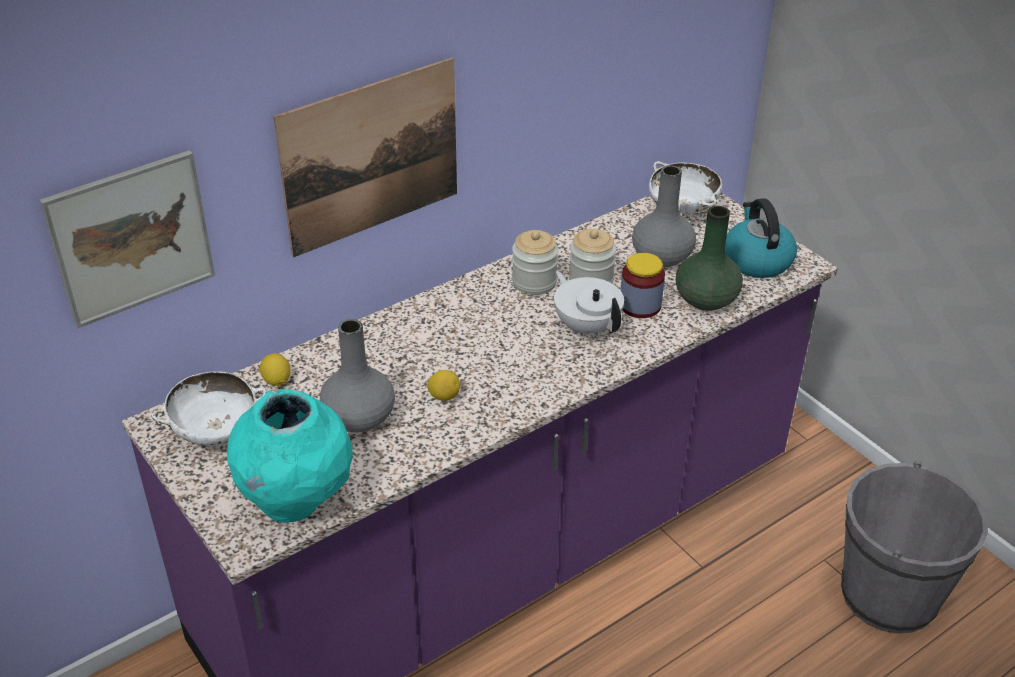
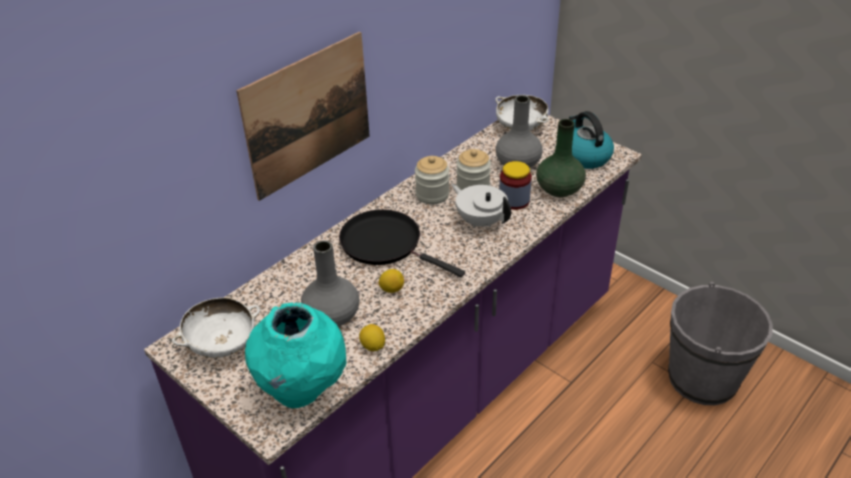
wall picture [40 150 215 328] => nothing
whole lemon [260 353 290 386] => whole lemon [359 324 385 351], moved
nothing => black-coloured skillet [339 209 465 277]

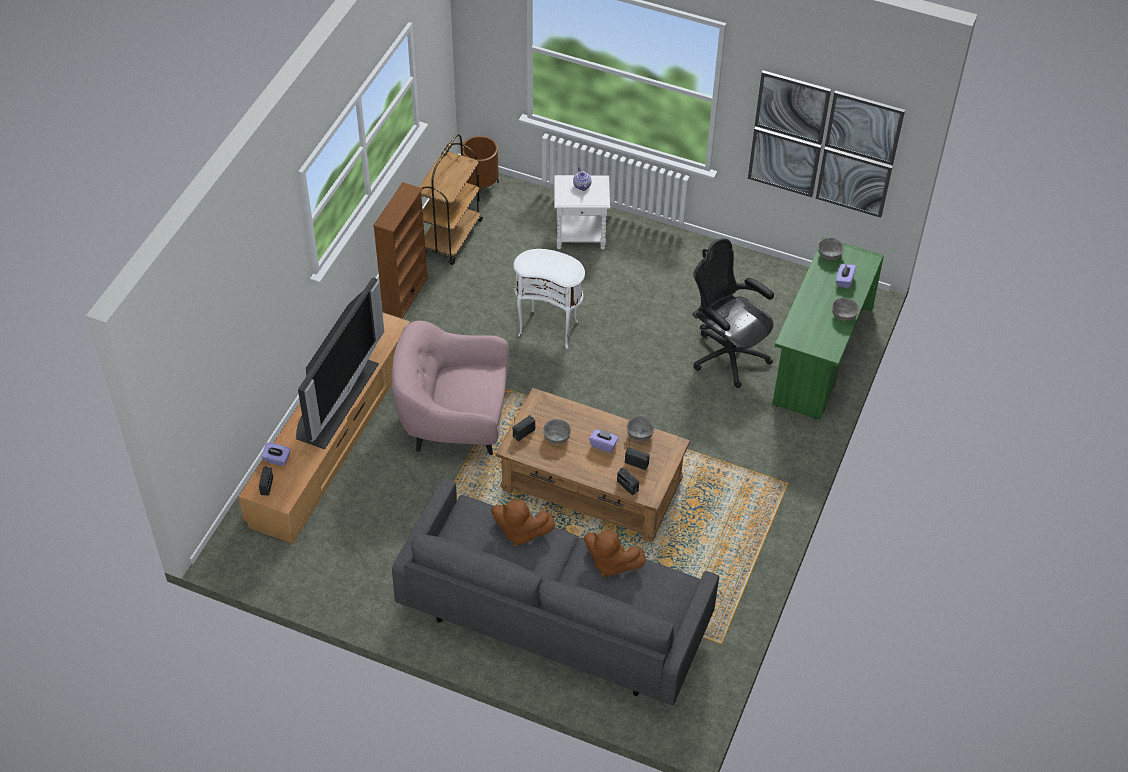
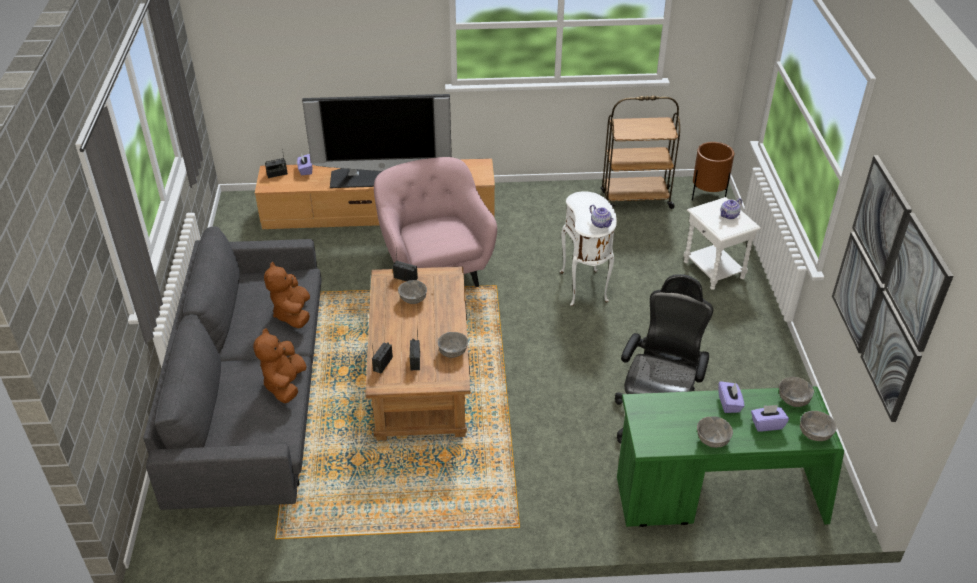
brown-coloured shelving unit [373 182 429 319] => nothing
purple-coloured tissue holder [589 429 619 453] => purple-coloured tissue holder [718 381 745 413], moved
nothing => teapot [590 205 614 228]
nothing => greyish deep dish [800 411 837 441]

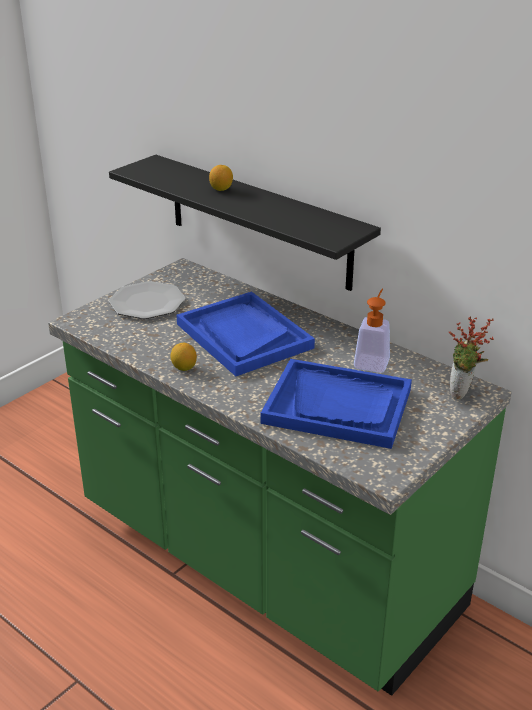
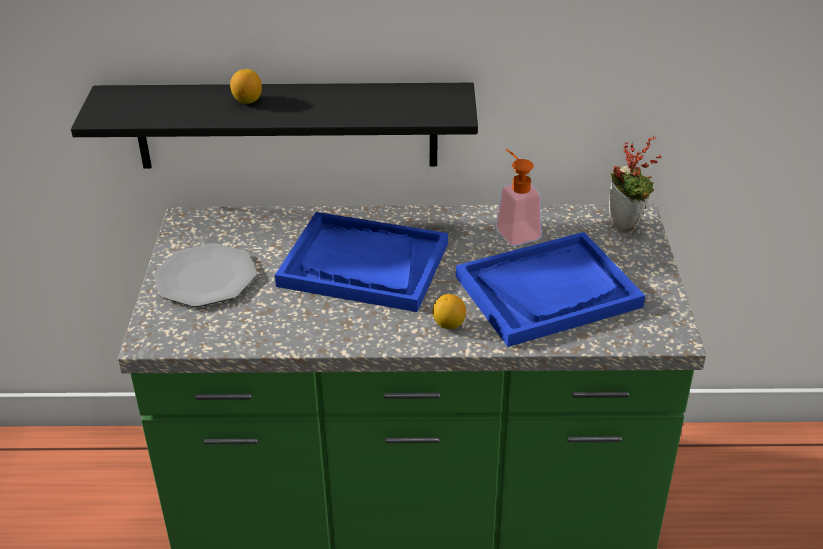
whole lemon [171 343 197 371] => whole lemon [433 294 466 329], moved

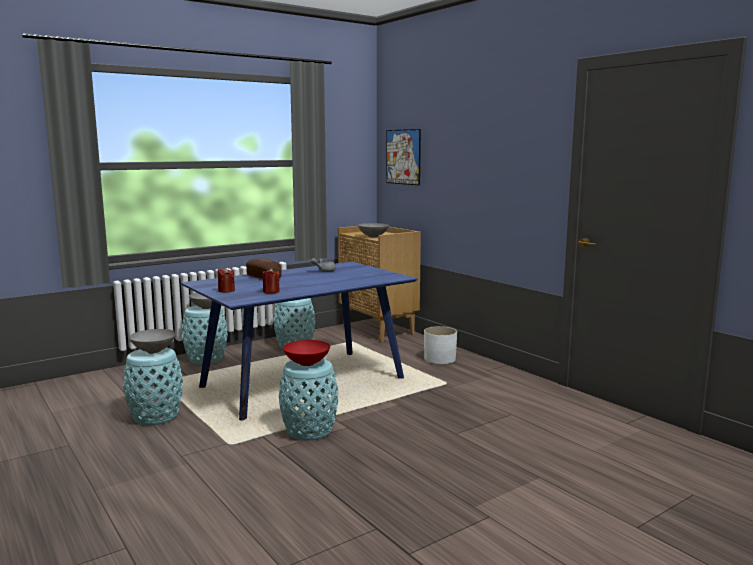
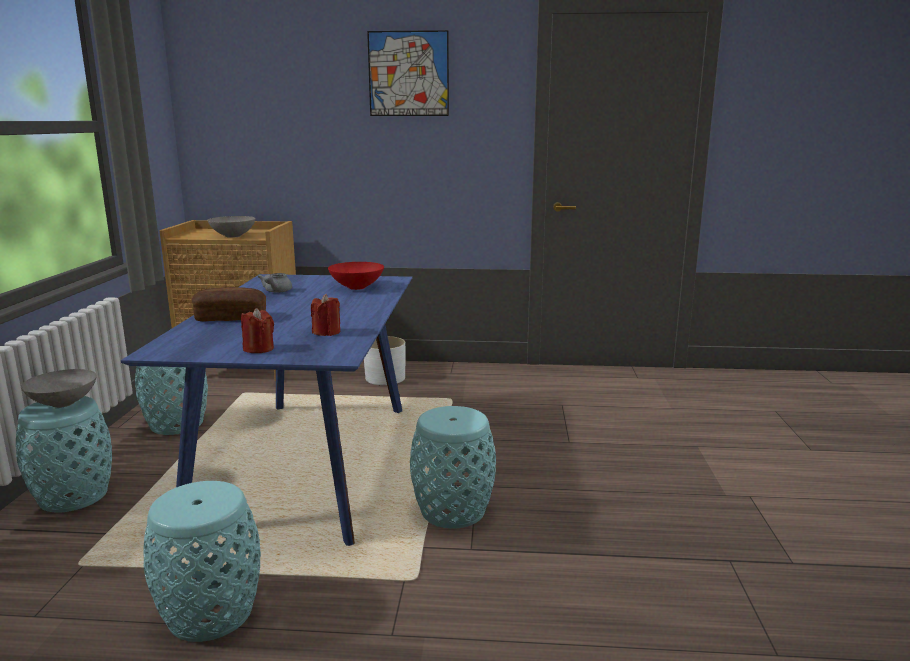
greyish deep dish [129 329 176 353] => nothing
reddish deep dish [283 340 330 366] => reddish deep dish [328 262 384 290], moved
wall picture [386 129 421 185] => wall picture [367 30 449 116], moved

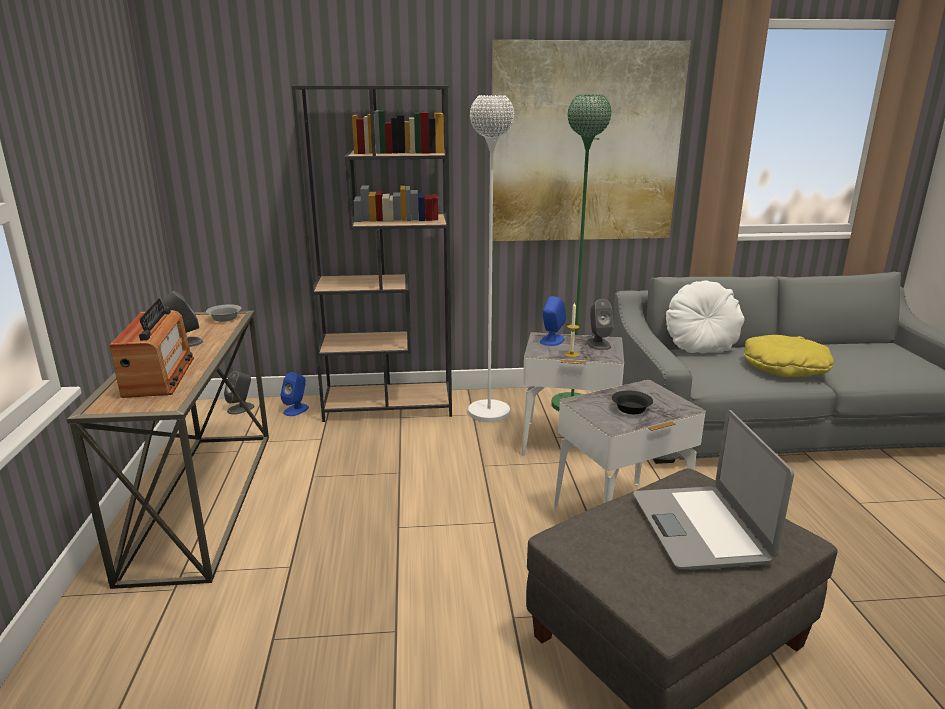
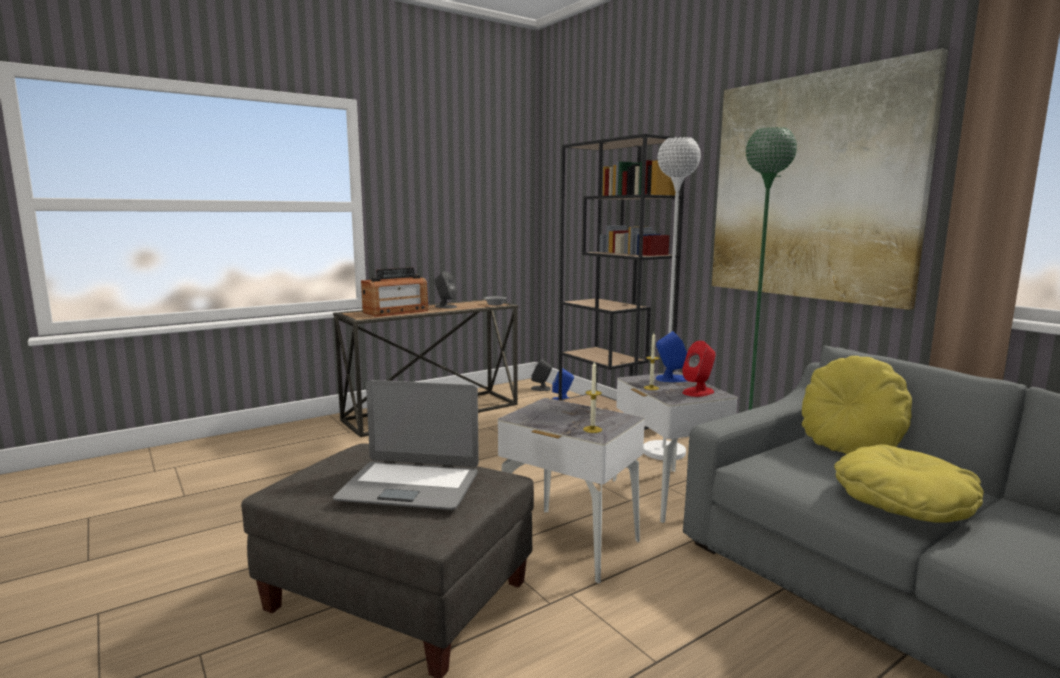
greyish audio speaker [587 299 613 350] => reddish audio speaker [682 341 715 397]
black-coloured deep dish [612 390 653 414] => nothing
notebook computer [633 410 794 570] => notebook computer [333 380 479 510], 135 degrees counterclockwise
whitish throw pillow [666 280 745 354] => yellowish throw pillow [802 356 912 454]
nothing => candle [583 362 602 433]

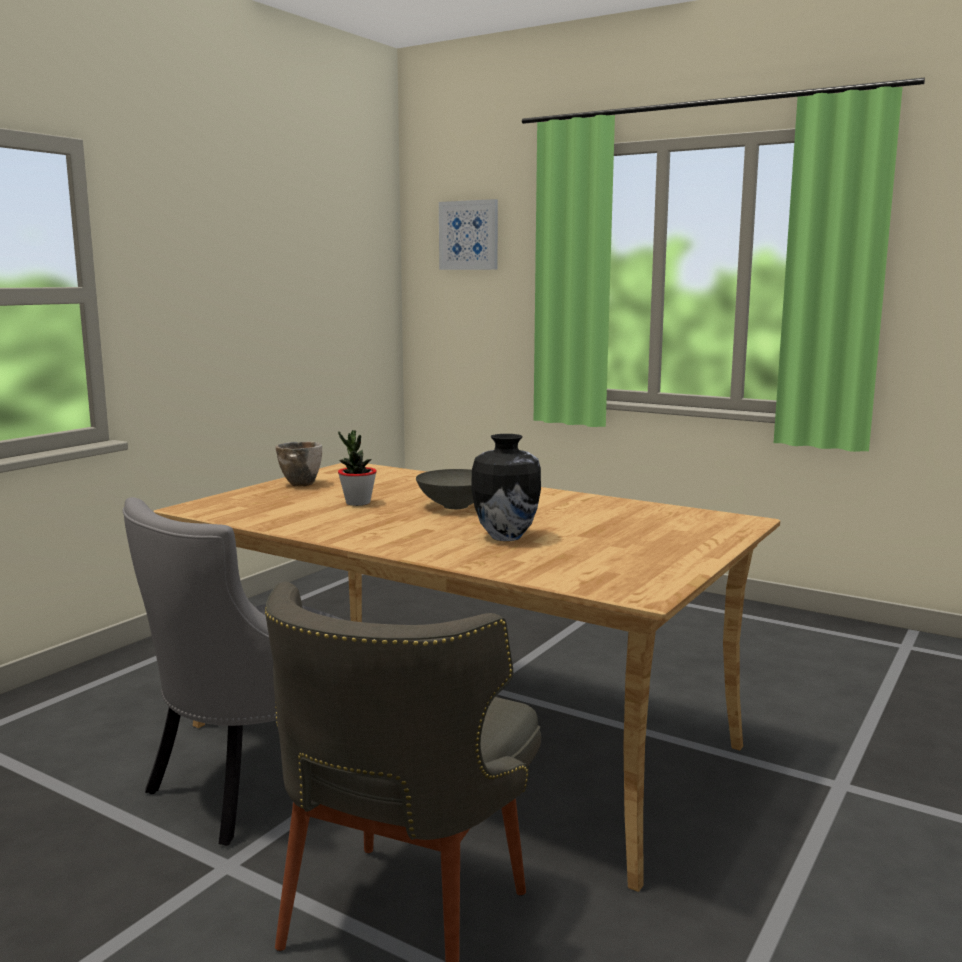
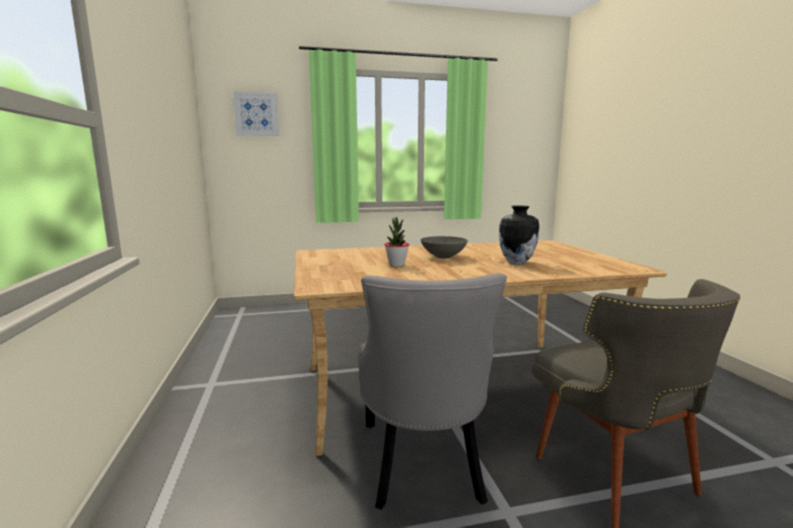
deep dish [276 441 322 486] => nothing

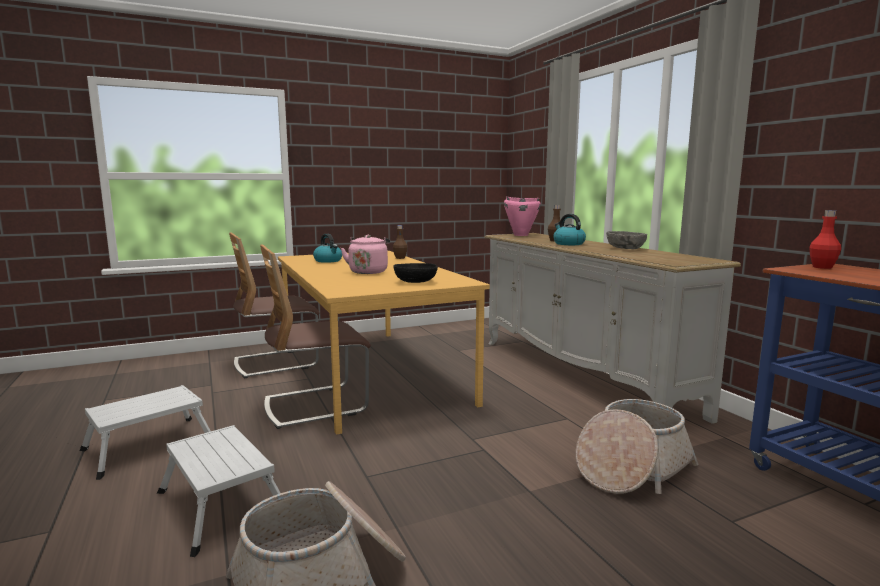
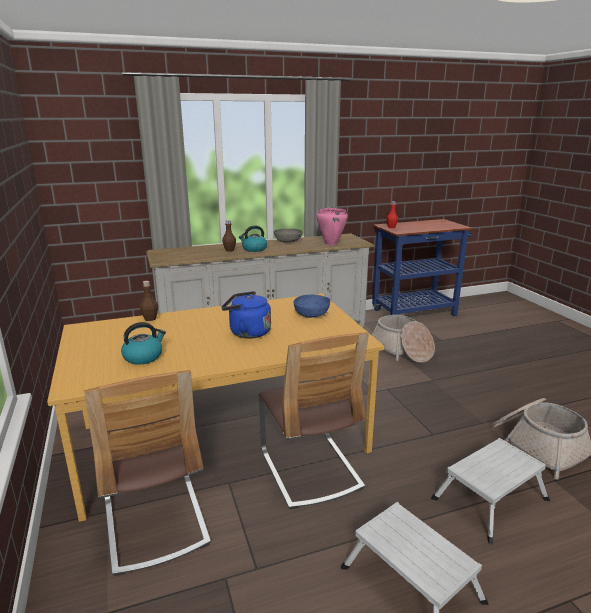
pinkish tea kettle [341 235 390 274] => blue-coloured tea kettle [221 291 271 339]
black-coloured deep dish [393 263 438 283] => blue-coloured deep dish [293 295 330 318]
pinkish stockpot [504 196 541 236] => pinkish stockpot [316 208 348 245], moved

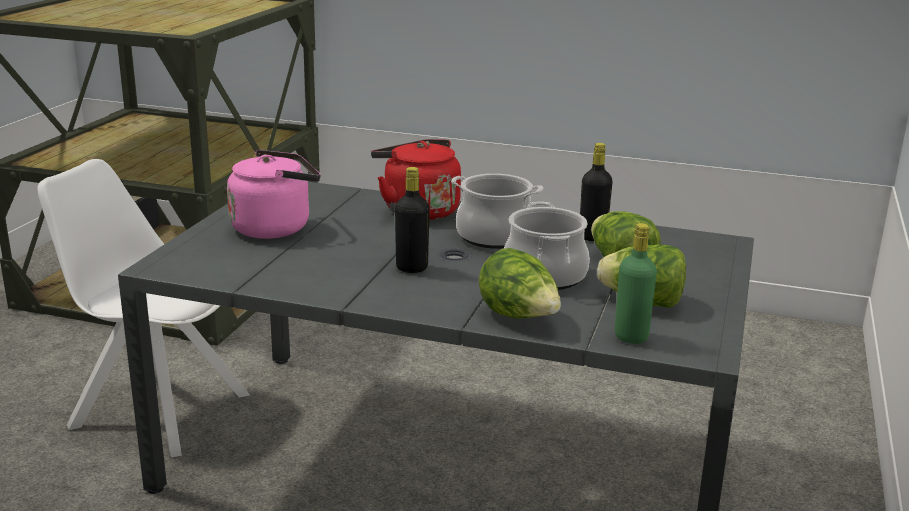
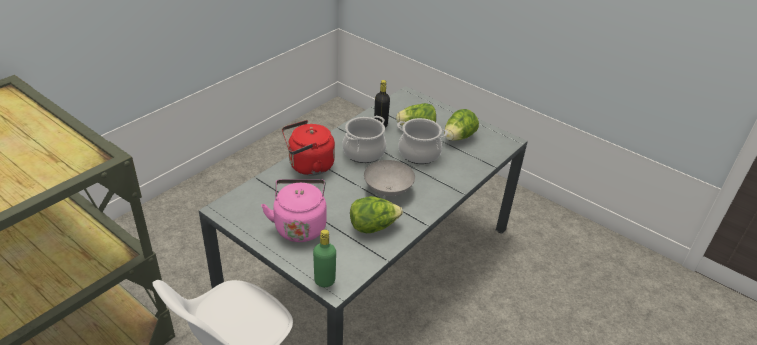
black-coloured beverage bottle [395 167 430 273] => greyish deep dish [364 160 415 196]
head of lettuce [479 248 561 319] => head of lettuce [350 196 403 233], moved
green-coloured beverage bottle [615 223 657 344] => green-coloured beverage bottle [313 229 336 287], moved

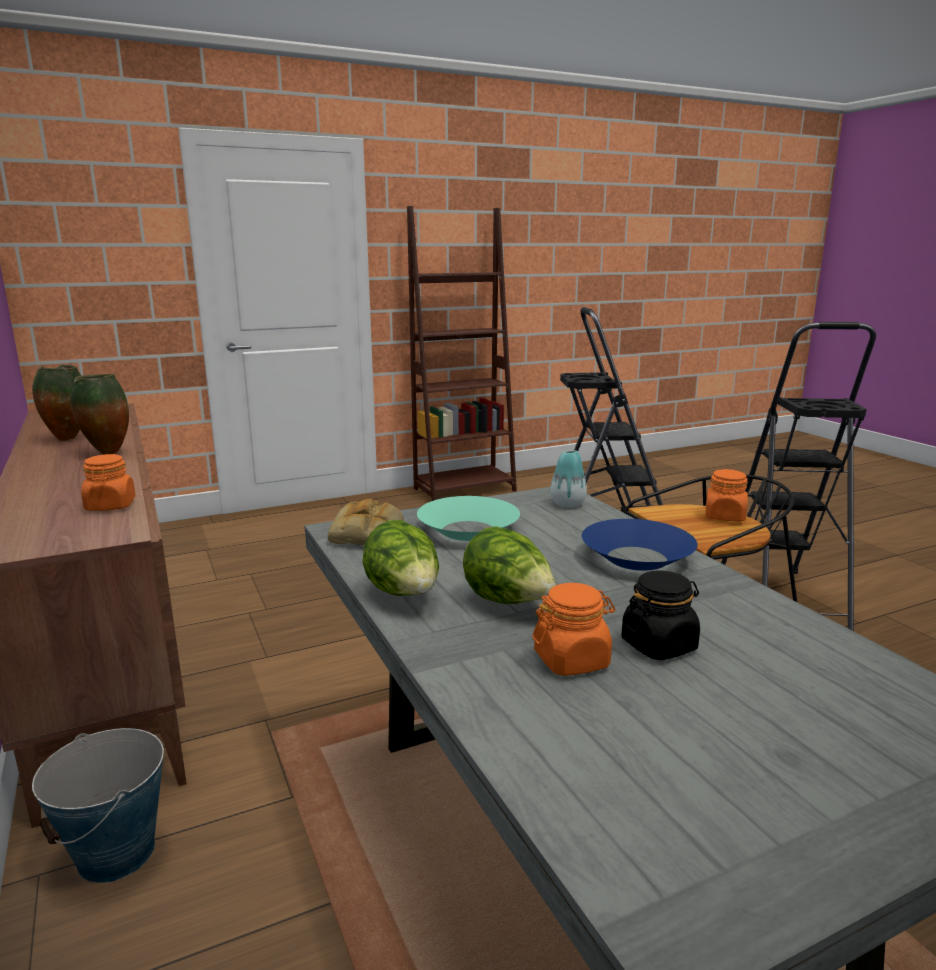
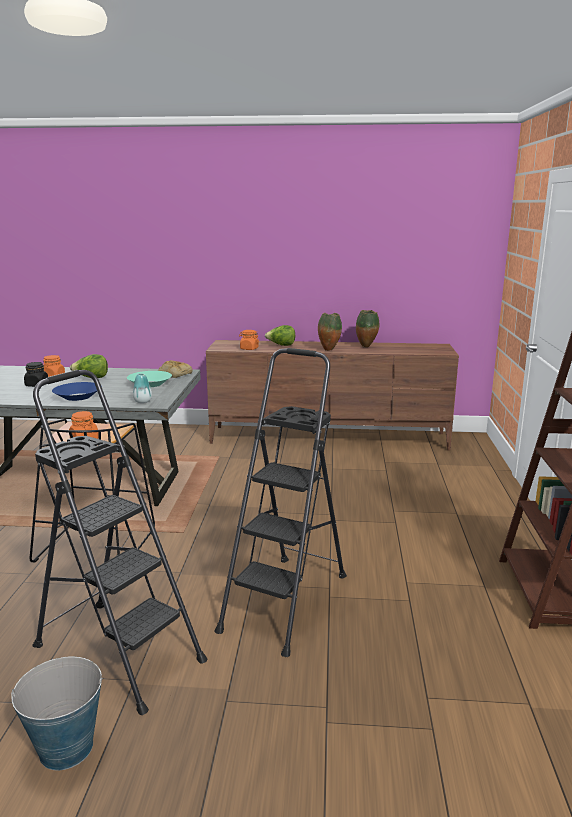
pail [32 728 164 883] => pail [11 657 104 770], moved
head of lettuce [362 520 439 596] => head of lettuce [265 325 295 346], moved

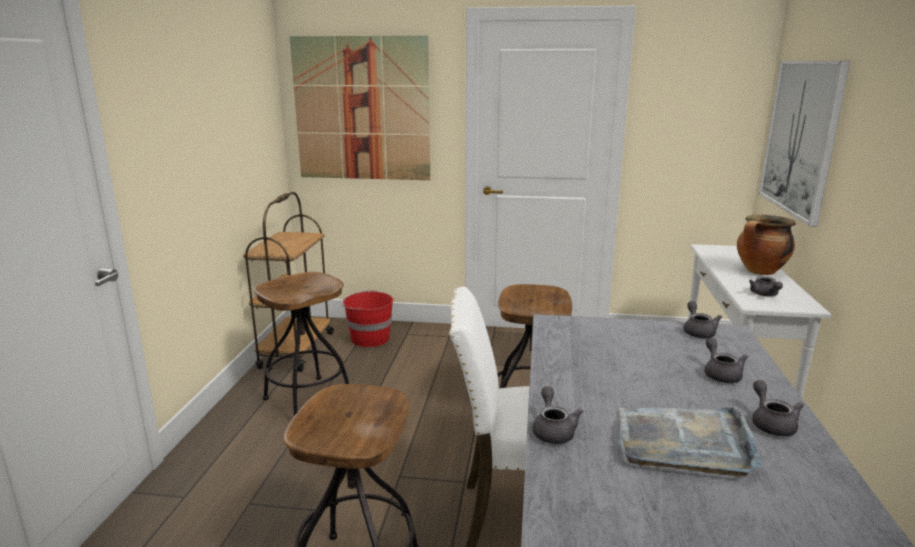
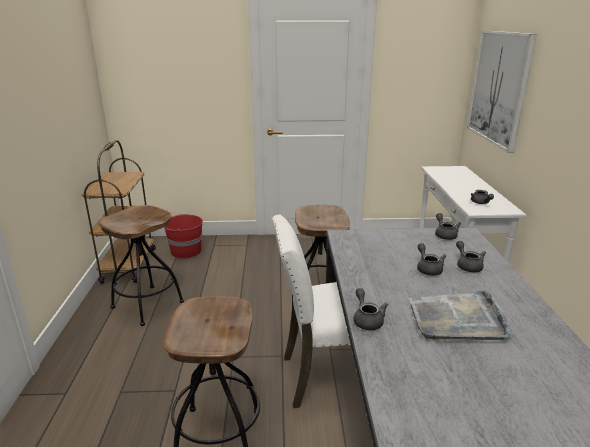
wall picture [289 36 430 180] => nothing
stockpot [737 215 796 275] => nothing
greyish teapot [752 380 804 436] => greyish teapot [417 243 447 276], moved

